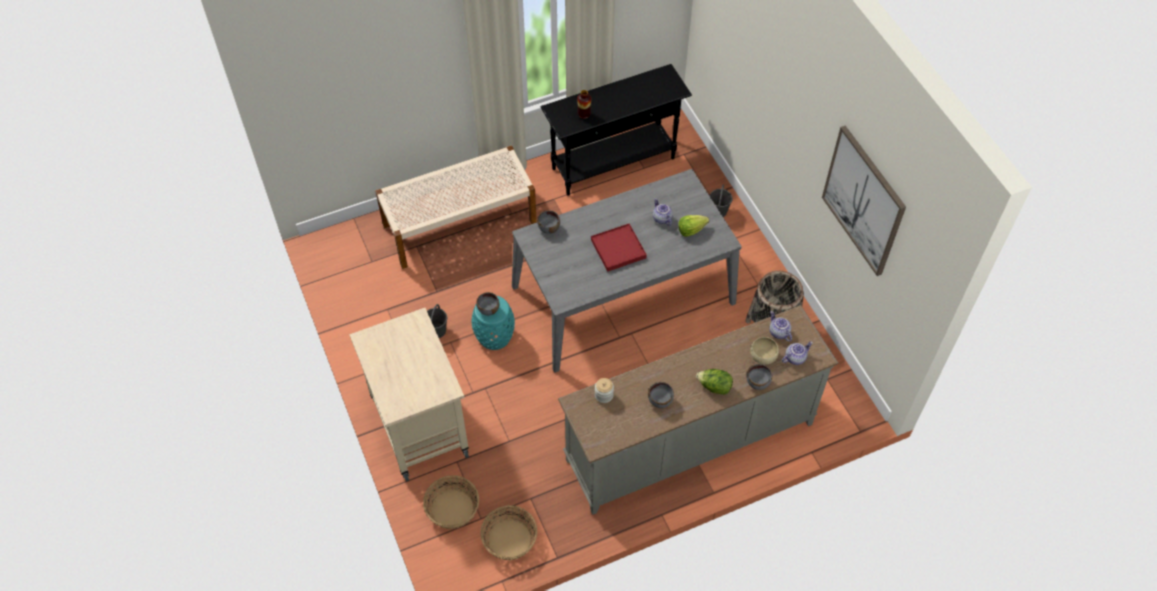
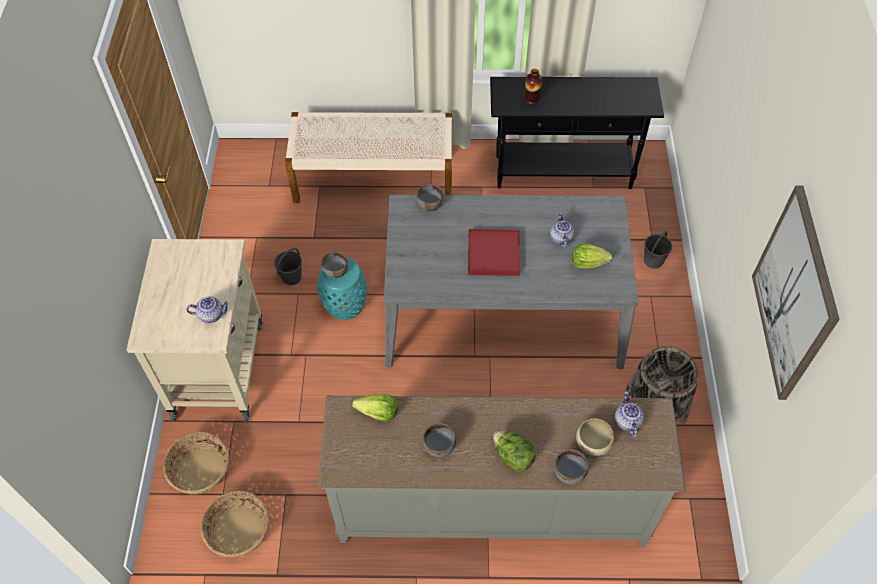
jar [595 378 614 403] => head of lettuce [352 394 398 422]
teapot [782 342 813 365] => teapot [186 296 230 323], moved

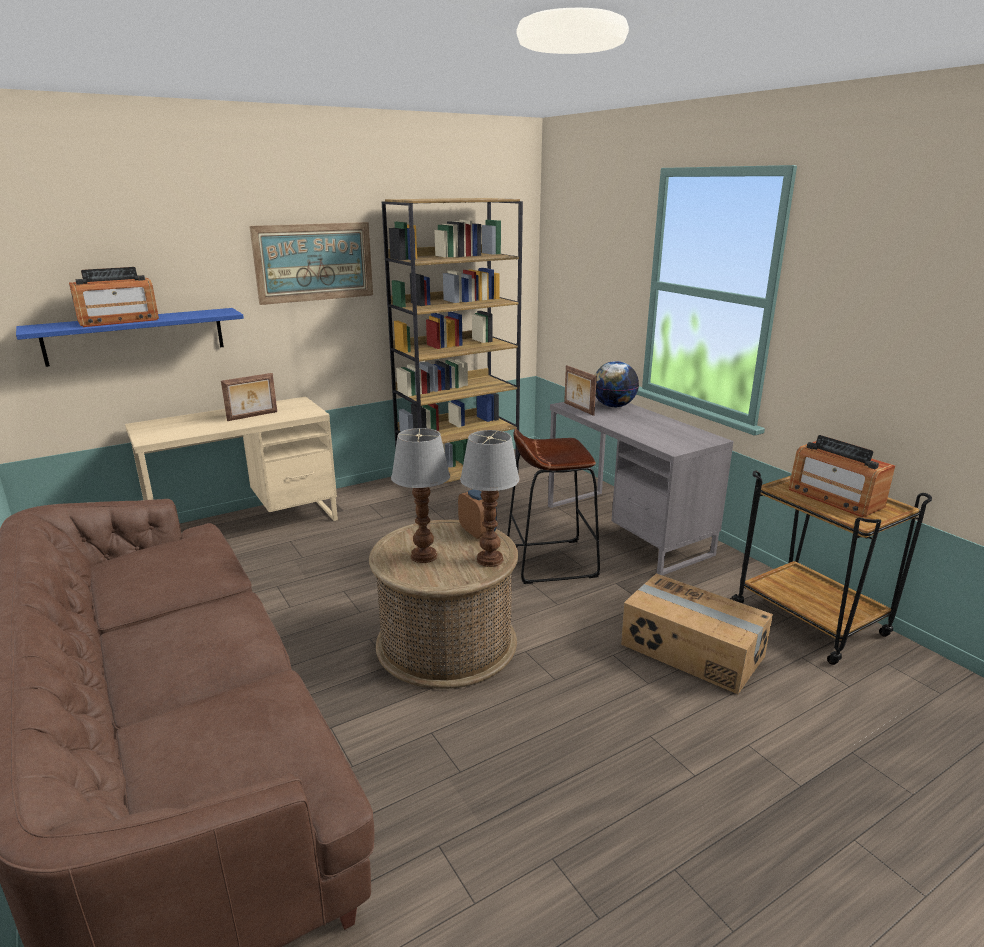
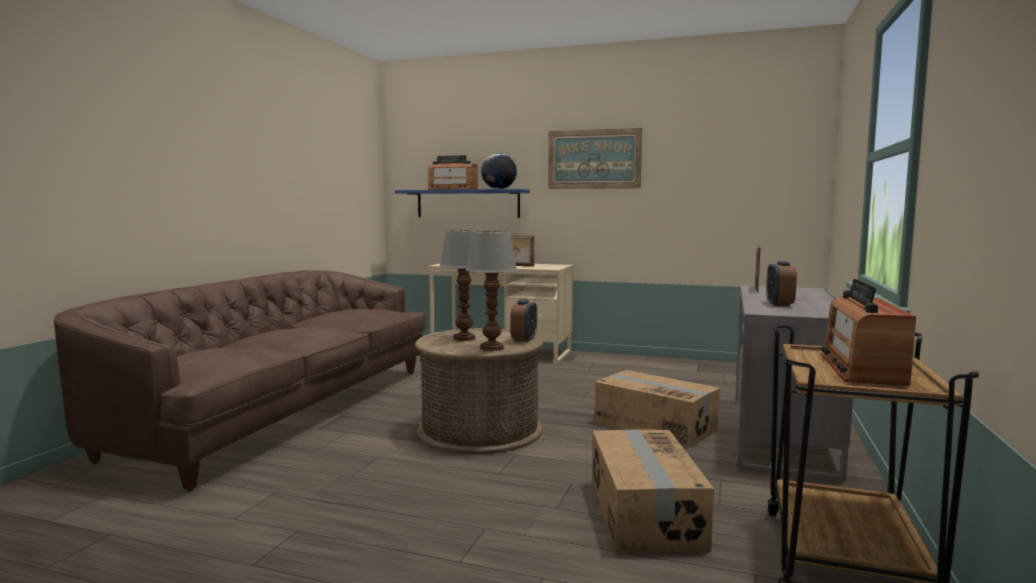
brown-coloured shelving unit [382 198 523 484] => nothing
brown-coloured stool [507 429 600 584] => carton [595 370 720 447]
globe [595 361 639 407] => globe [481 153 517 189], moved
nothing => alarm clock [766 261 797 306]

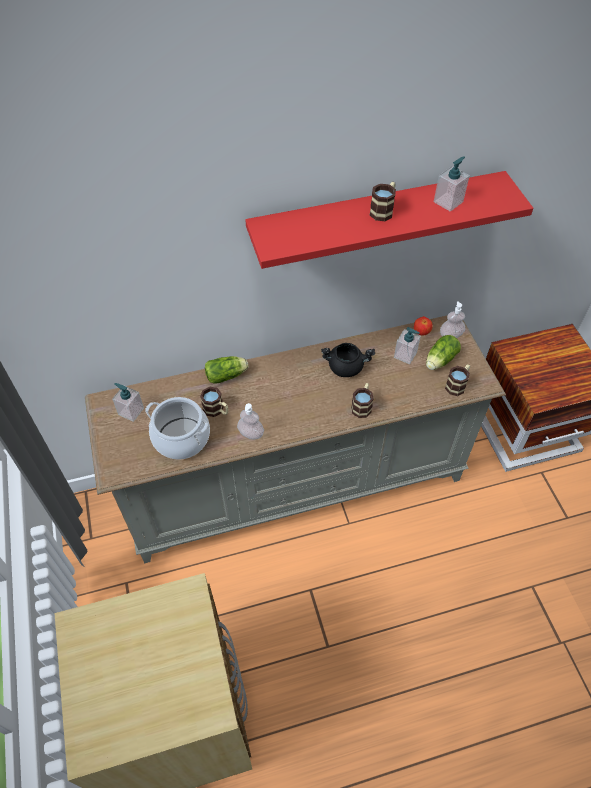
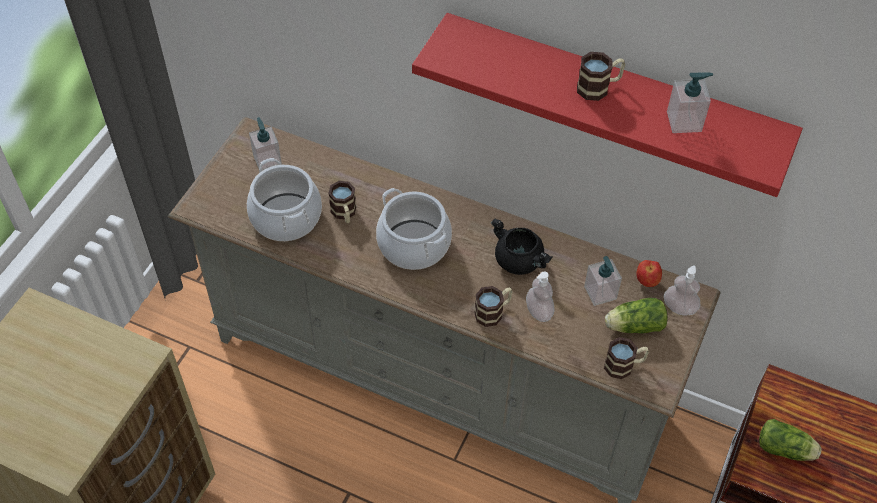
head of lettuce [205 356 248 384] => head of lettuce [759 419 822 461], moved
liquid soap bottle [237 403 264 440] => liquid soap bottle [526 272 554 322], moved
nothing => stockpot [376 188 452 270]

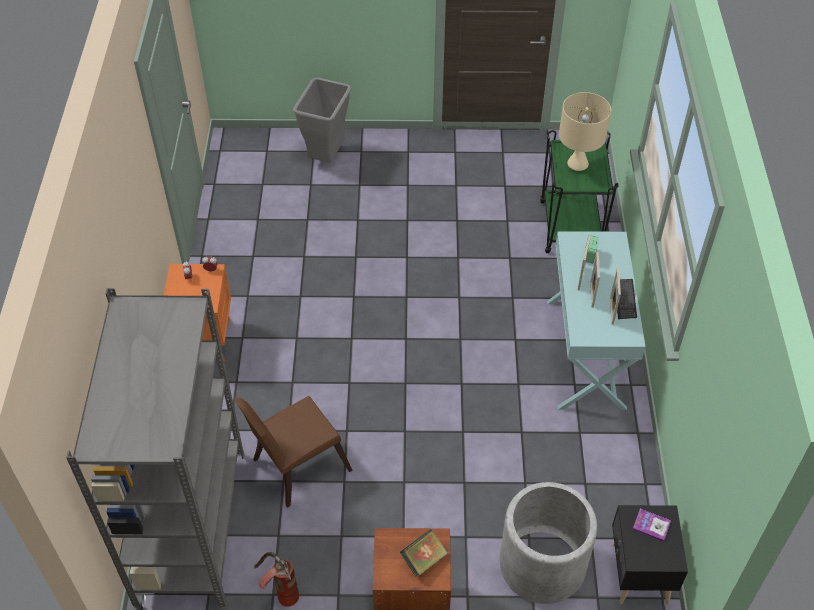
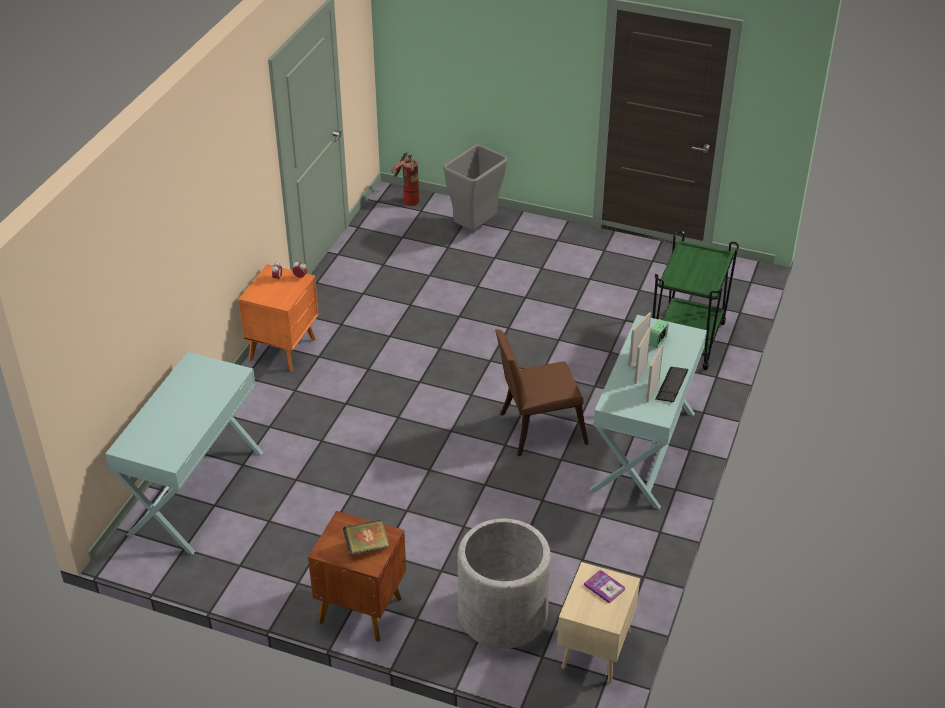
greyish shelving unit [66 288 244 607] => turquoise desk [105 352 263 555]
brown-coloured upright chair [234 396 352 508] => brown-coloured upright chair [495 329 589 456], moved
extinguisher [254 552 299 607] => extinguisher [391 152 419 206], moved
beige-coloured table lamp [559 92 611 171] => nothing
black-coloured nightstand [612 505 688 604] => beige-coloured nightstand [557 562 640 683]

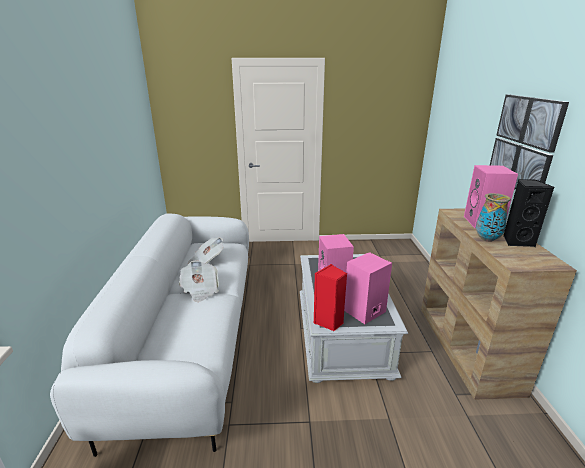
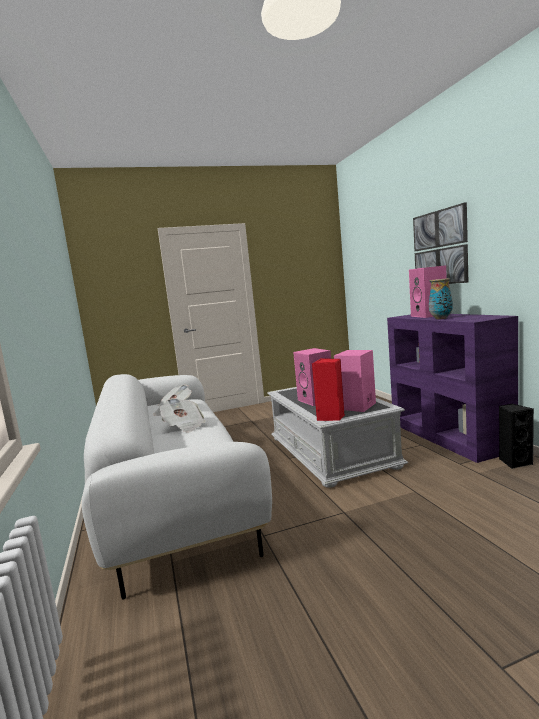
brown-coloured shelving unit [421 208 577 400] => purple-coloured shelving unit [387 314 518 463]
black-coloured audio speaker [503 179 555 247] => black-coloured audio speaker [499 404 534 469], moved

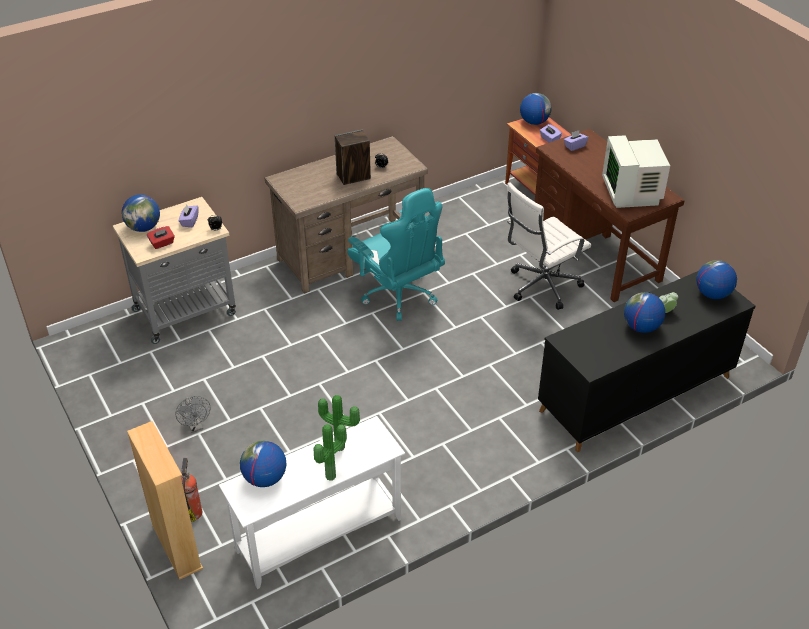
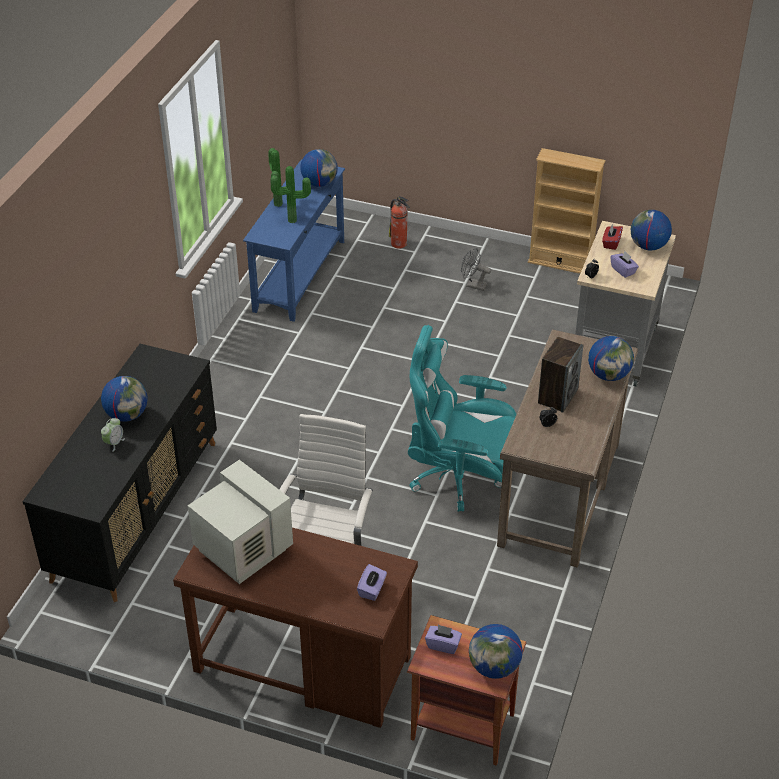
beige-coloured shelving unit [127 421 203 580] => beige-coloured shelving unit [528 148 606 274], moved
whitish console table [219 416 405 589] => blue-coloured console table [243 159 345 322]
globe [696 260 737 299] => globe [588 336 634 381], moved

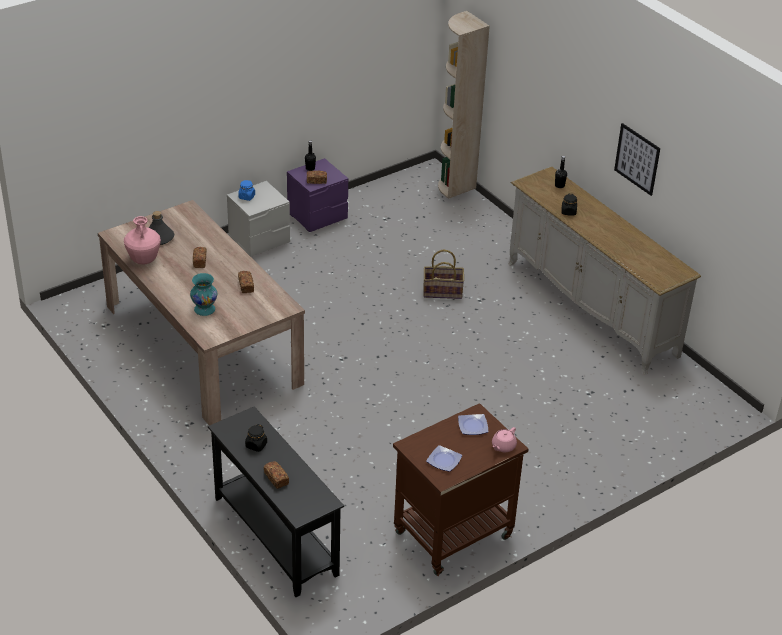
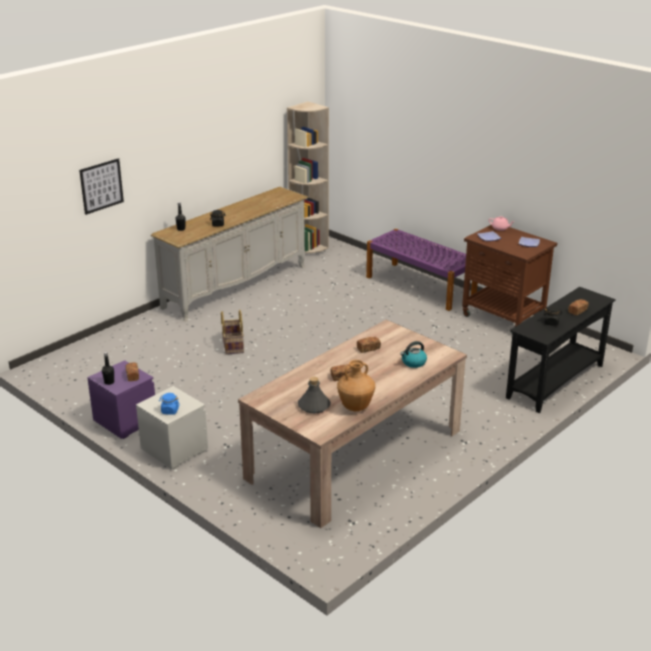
pinkish flower vase [124 216 161 265] => brown-coloured flower vase [337 360 375 411]
turquoise flower vase [190 273 217 316] => tea kettle [400 341 427 368]
beige-coloured shelving unit [438 11 490 199] => beige-coloured shelving unit [287 101 329 255], moved
wall picture [614 123 660 196] => wall picture [79 158 124 215], moved
nothing => purple-coloured indoor bench [366 229 478 311]

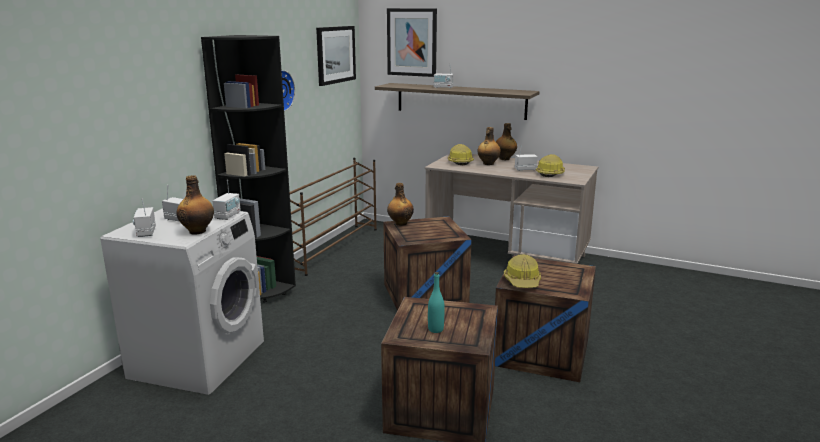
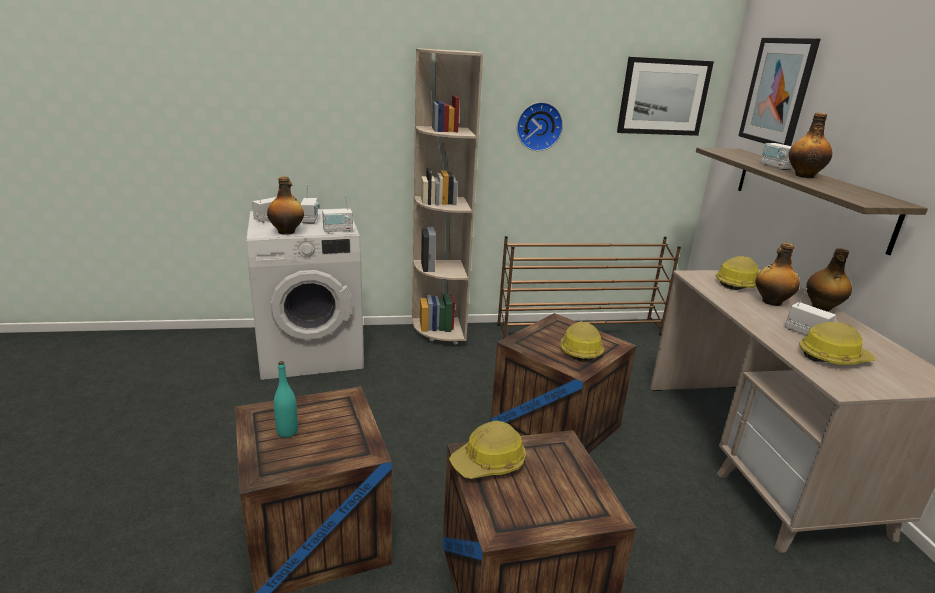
black-coloured shelving unit [201 35 296 302] => beige-coloured shelving unit [412 48 483 344]
beverage bottle [387 183 414 226] => beverage bottle [789 113 832 178], moved
nothing => work helmet [560 321 604 362]

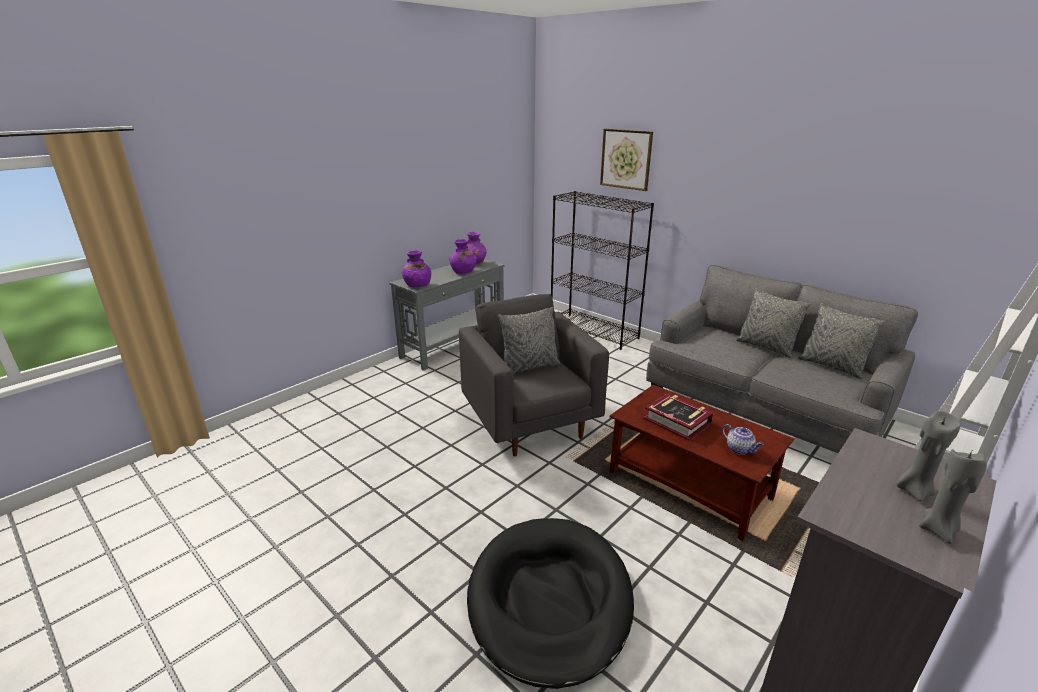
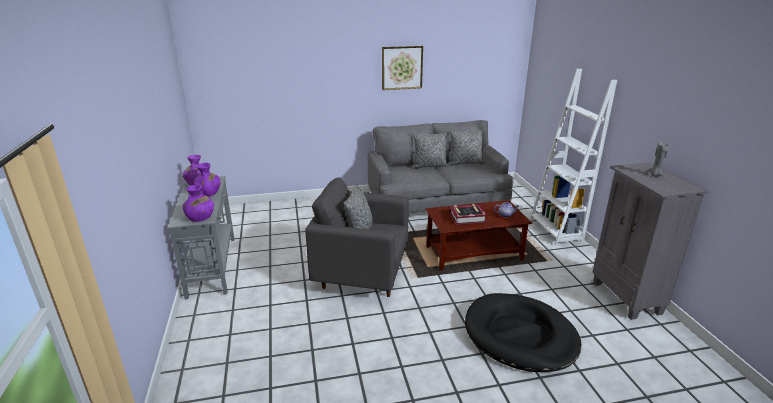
black-coloured shelving unit [551 191 654 350] => nothing
wall picture [600 129 653 191] => wall picture [382 46 423 90], moved
greyish candle [919 449 987 544] => nothing

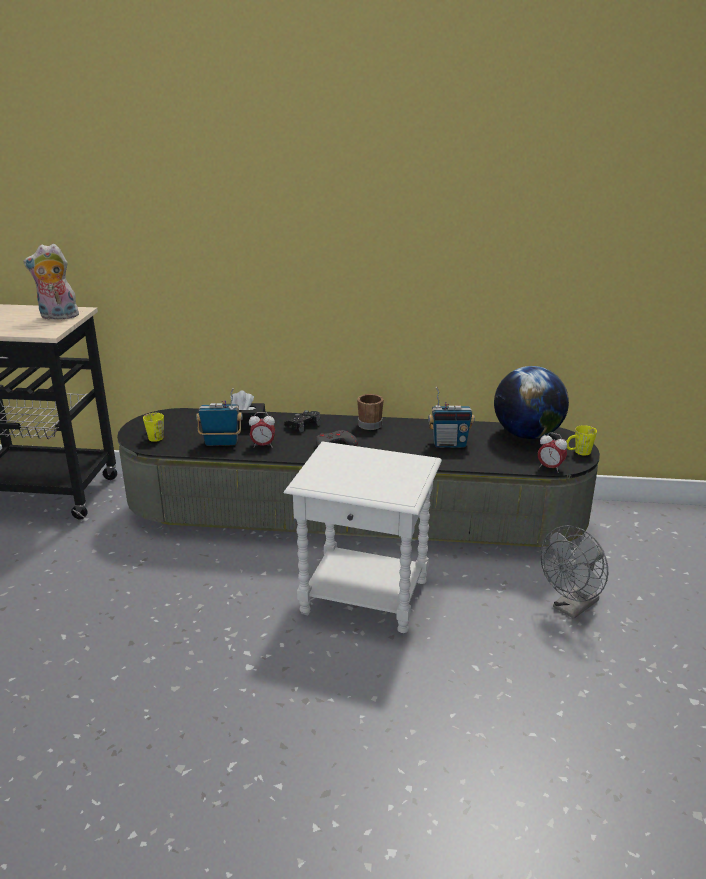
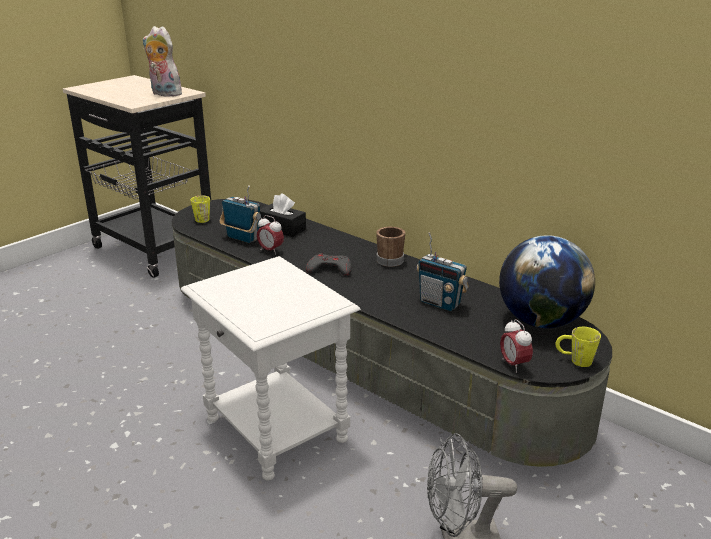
black-coloured gamepad [284 410 321 432] => nothing

